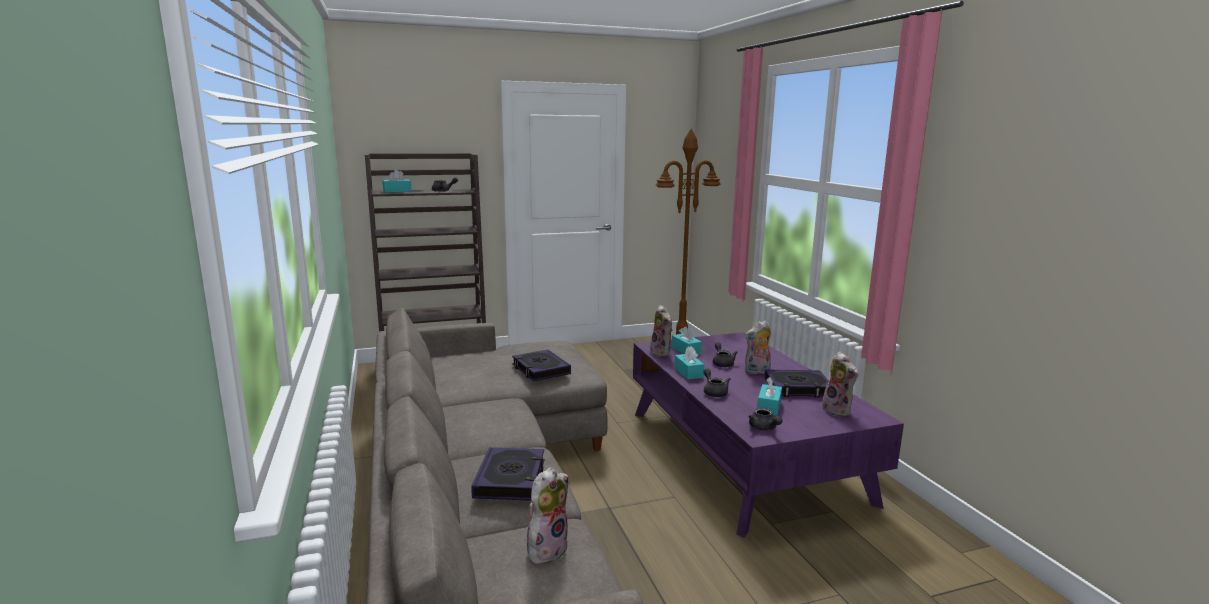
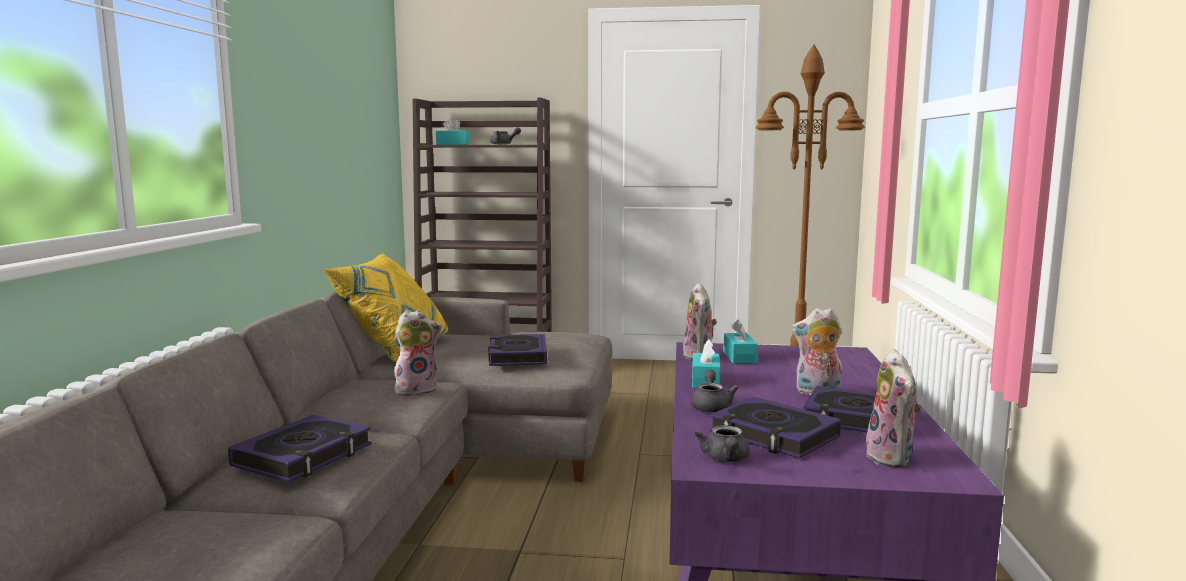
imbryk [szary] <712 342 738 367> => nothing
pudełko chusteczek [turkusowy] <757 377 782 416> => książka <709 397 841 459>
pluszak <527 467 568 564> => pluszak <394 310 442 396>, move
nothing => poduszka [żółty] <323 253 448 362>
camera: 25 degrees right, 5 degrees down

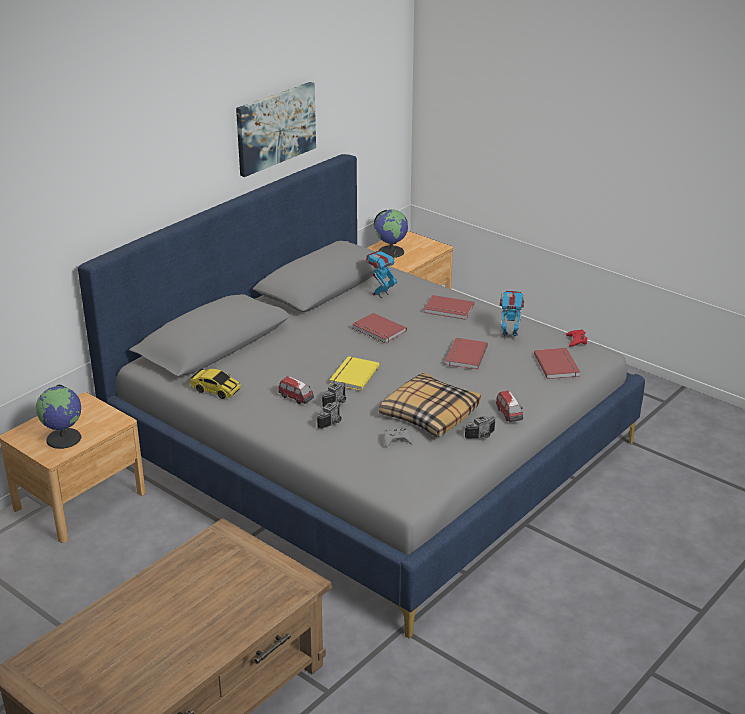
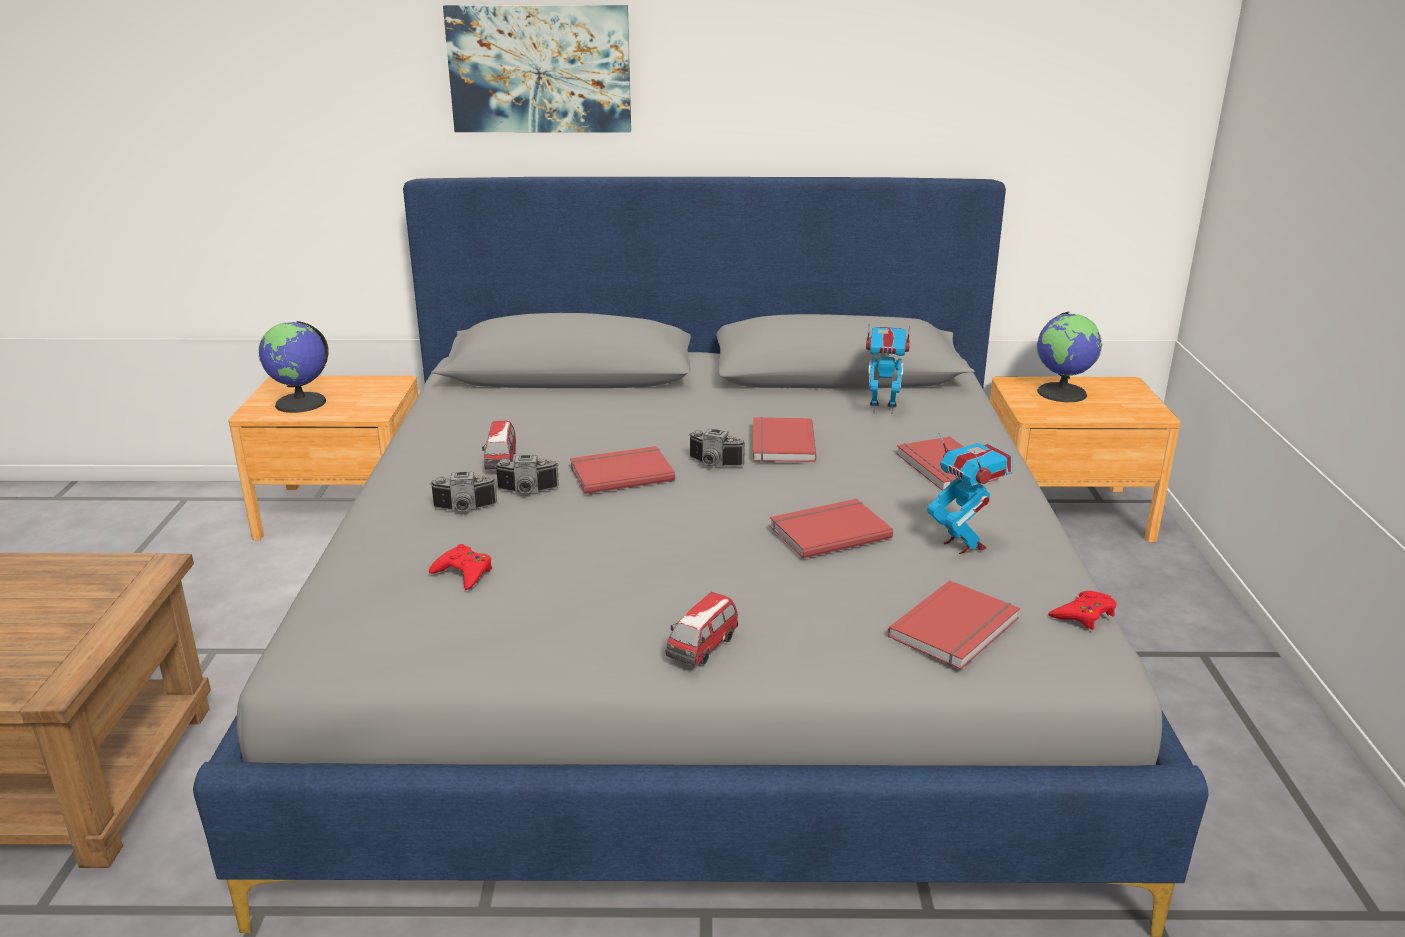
obraz <236 82 316 177> => obraz <443 5 631 132>, move
książka [żółty] <330 356 380 391> => książka [czerwony] <570 446 675 494>
samochodzik <190 368 241 399> => nothing
poduszka <379 373 481 437> => nothing
aparat fotograficzny <465 416 496 439> => aparat fotograficzny <689 429 746 466>, move
pad do gier [szary] <384 427 413 448> => pad do gier [czerwony] <429 544 492 590>
camera: 50 degrees right, 5 degrees down

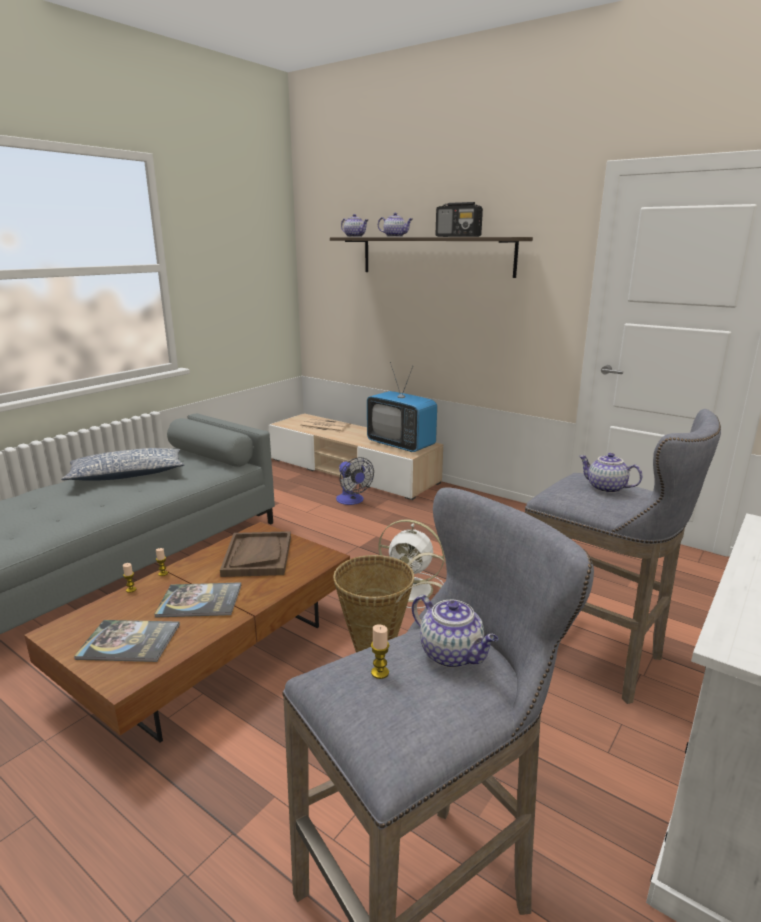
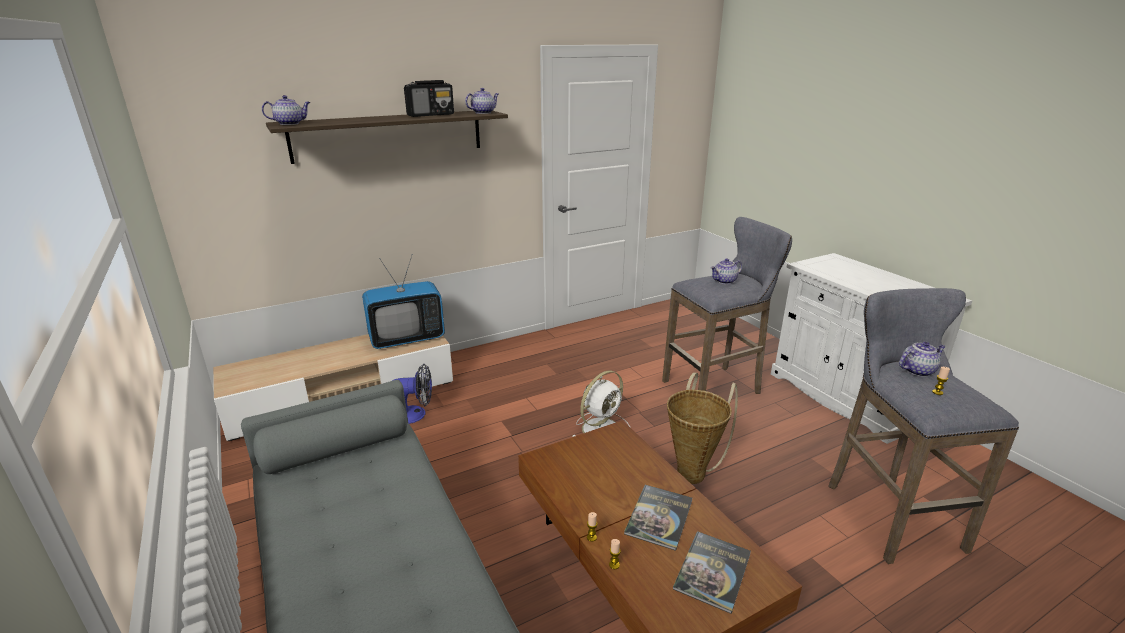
imbryk <378 212 413 237> => imbryk <465 88 499 114>, move
gazeta <299 418 351 432> => nothing
poduszka <61 448 185 481> => nothing
taca [brązowy] <220 531 291 577> => nothing
camera: 65 degrees left, 5 degrees up

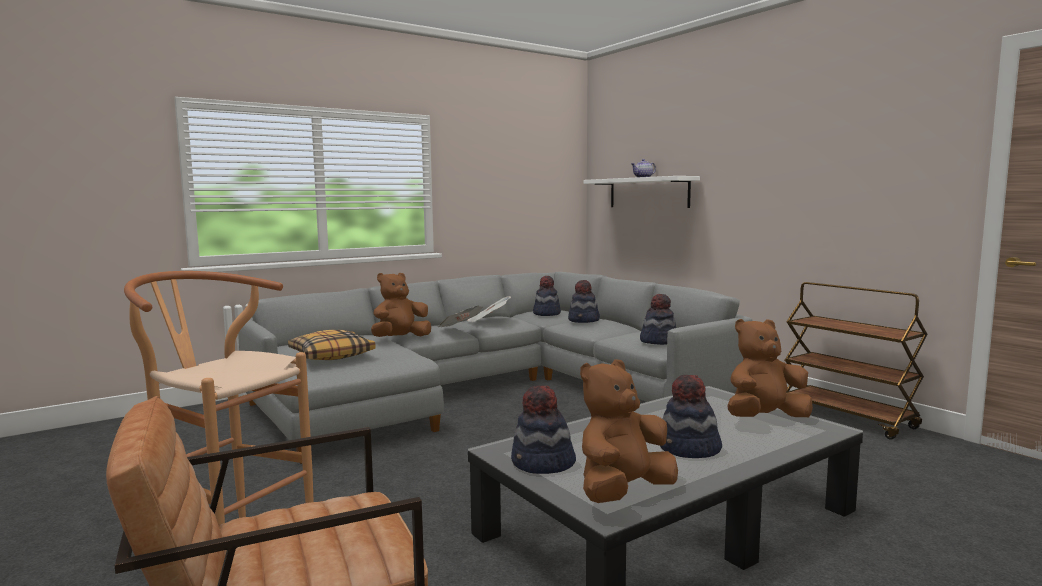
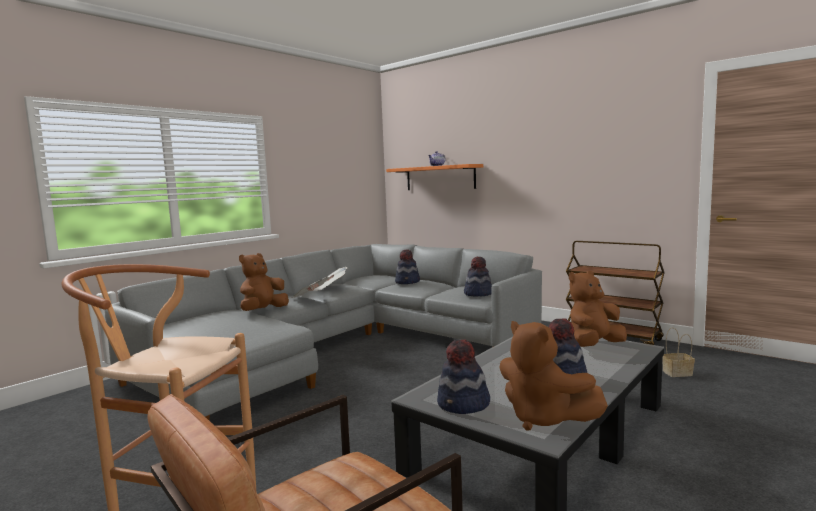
półka [biały] <584 176 700 208> => półka [pomarańczowy] <386 164 483 190>
kapelusz <533 276 561 316> => nothing
poduszka <288 330 376 360> => nothing
pluszak [brązowy] <580 359 678 503> => pluszak [brązowy] <499 321 608 431>, 75 degrees counterclockwise
nothing => koszyk <662 327 695 377>
camera: 15 degrees left, 0 degrees up

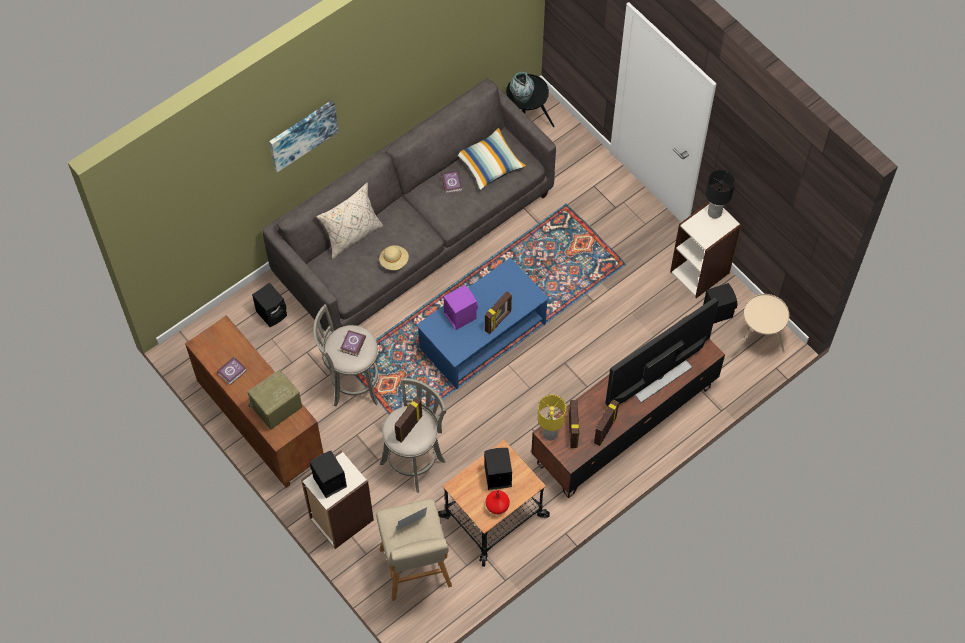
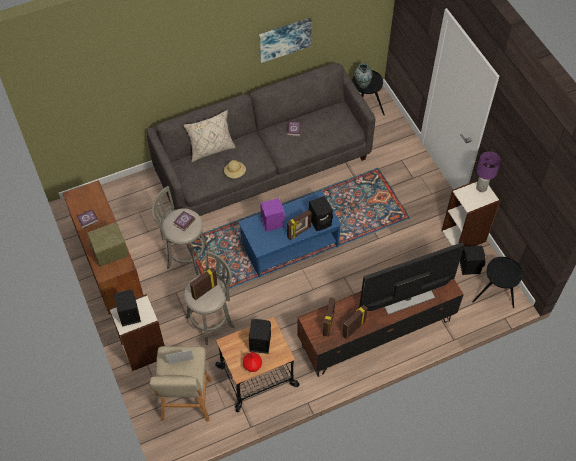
obraz <269 100 338 172> => obraz <259 18 312 63>, move
poduszka <458 128 527 190> => nothing
lampa stołowa [czarny] <706 170 735 219> => lampa stołowa [fioletowy] <476 151 501 192>
głośnik [czarny] <252 283 287 327> => głośnik [czarny] <309 196 333 231>, move
stolik [beżowy] <732 294 789 357> => stolik [czarny] <472 257 523 308>
lampa stołowa [żółty] <538 395 566 441> => nothing
camera: 15 degrees right, 5 degrees down

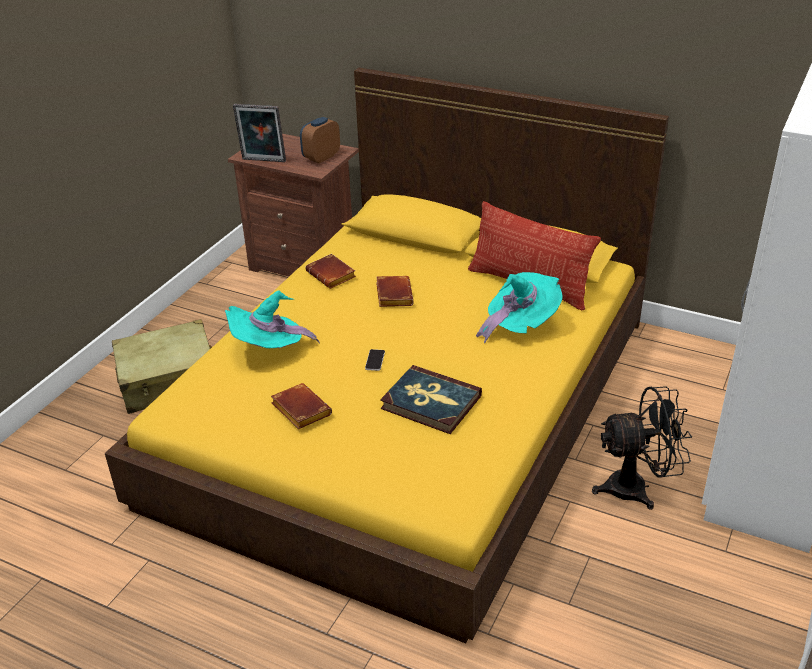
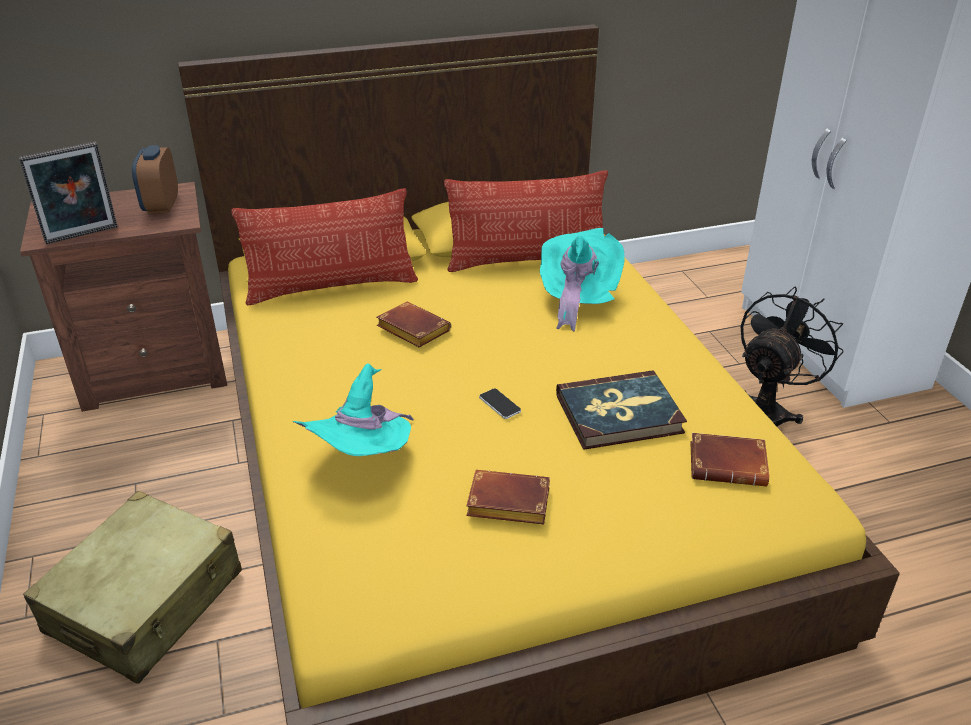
książka [brązowy] <305 254 356 289> => książka [brązowy] <690 433 769 487>, move
nothing => poduszka <231 188 418 306>
camera: 45 degrees left, 0 degrees up

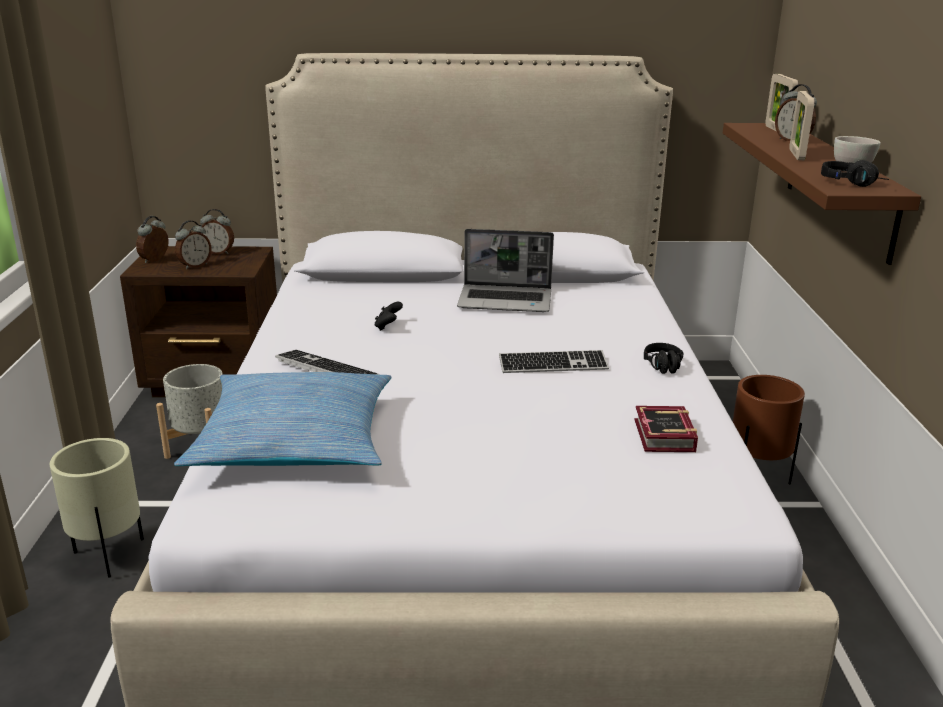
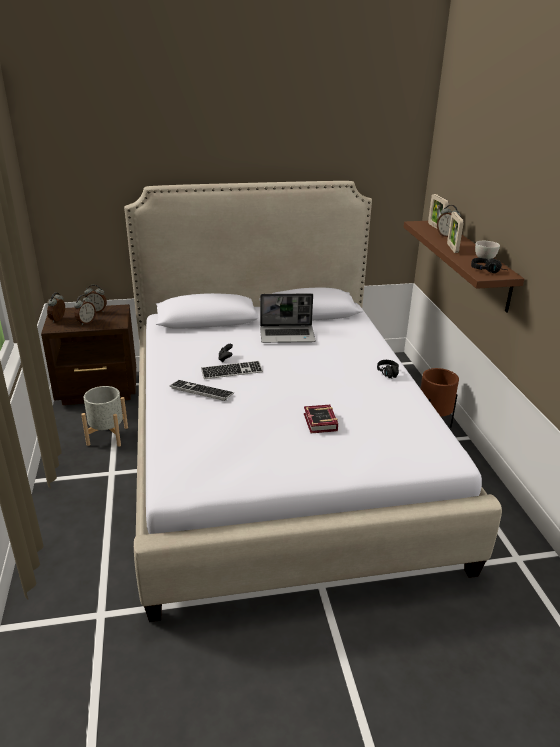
klawiatura <499 350 609 373> => klawiatura <201 361 263 379>, move
poduszka <174 372 391 466> => nothing
książka <635 406 698 452> => książka <304 405 338 433>, move
donica [beżowy] <50 438 144 578> => nothing
camera: 10 degrees left, 5 degrees up

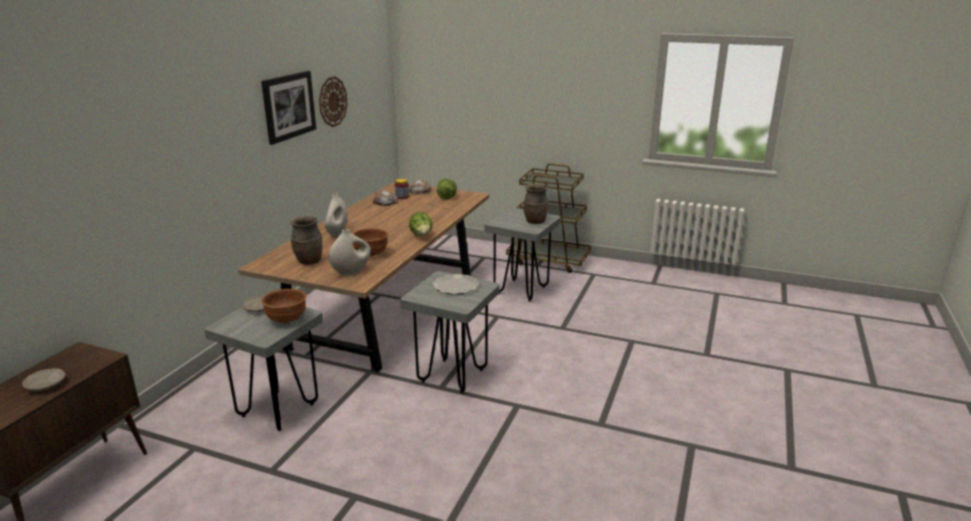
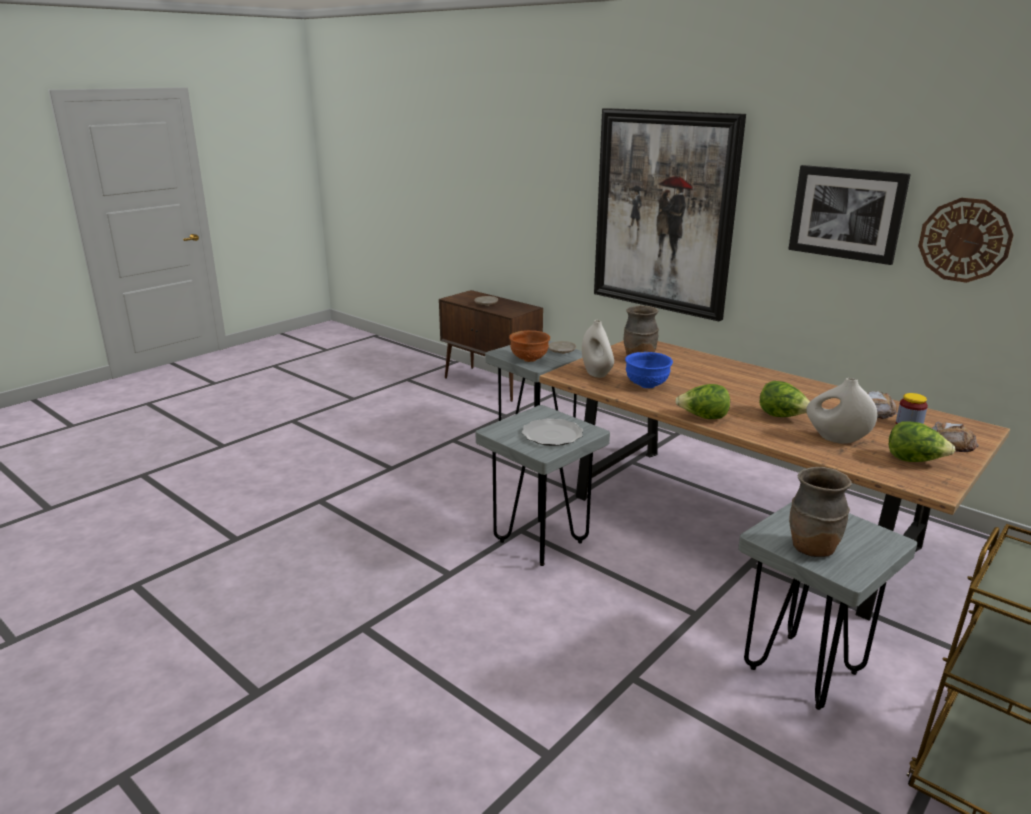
wazon [biały] <325 193 348 236> => wazon [biały] <806 378 877 444>, move
miska [brązowy] <352 228 389 256> => miska [niebieski] <625 352 673 388>
nothing => obraz <594 108 746 321>
nothing => sałata <760 381 810 417>
camera: 110 degrees right, 0 degrees up

